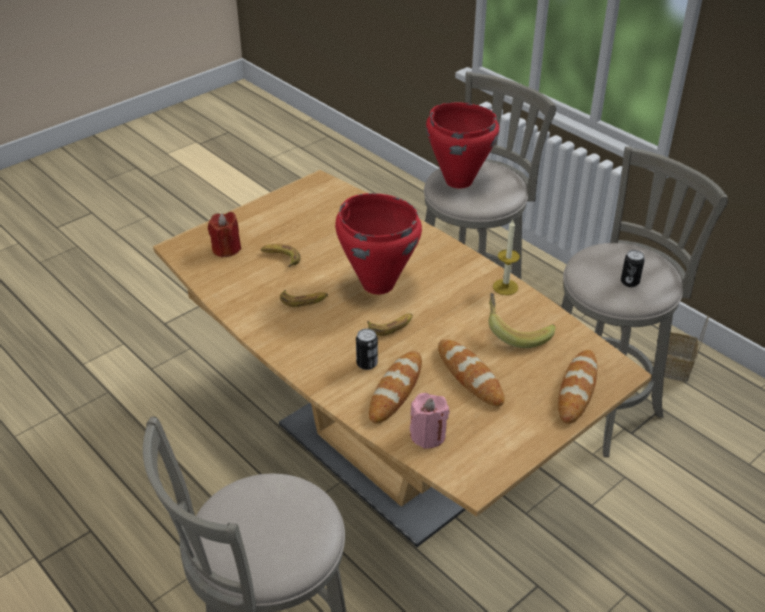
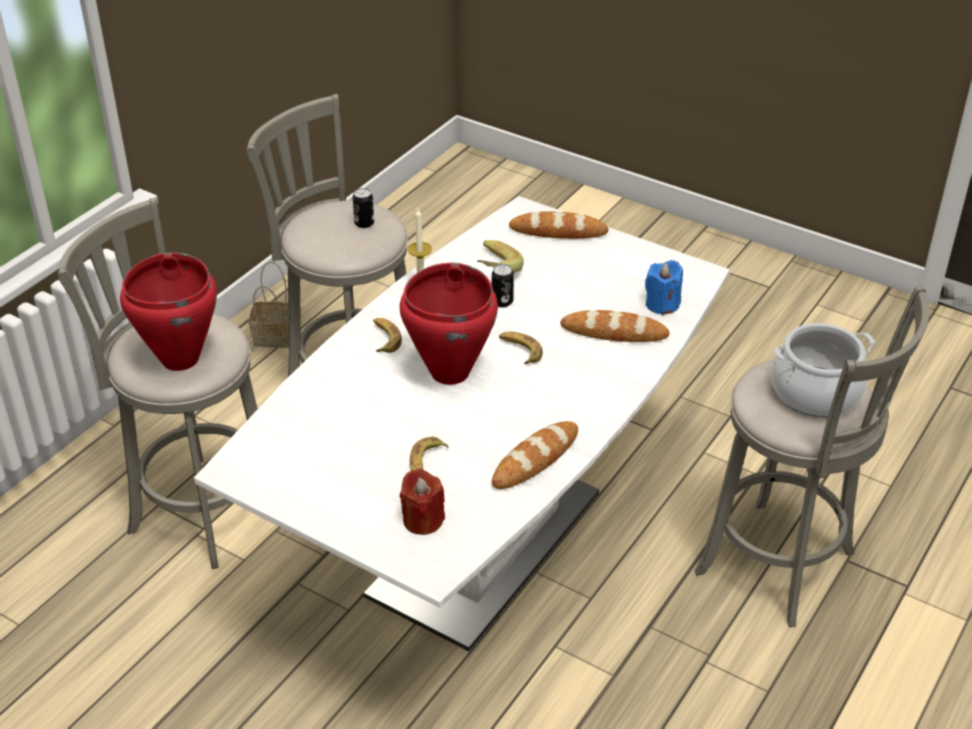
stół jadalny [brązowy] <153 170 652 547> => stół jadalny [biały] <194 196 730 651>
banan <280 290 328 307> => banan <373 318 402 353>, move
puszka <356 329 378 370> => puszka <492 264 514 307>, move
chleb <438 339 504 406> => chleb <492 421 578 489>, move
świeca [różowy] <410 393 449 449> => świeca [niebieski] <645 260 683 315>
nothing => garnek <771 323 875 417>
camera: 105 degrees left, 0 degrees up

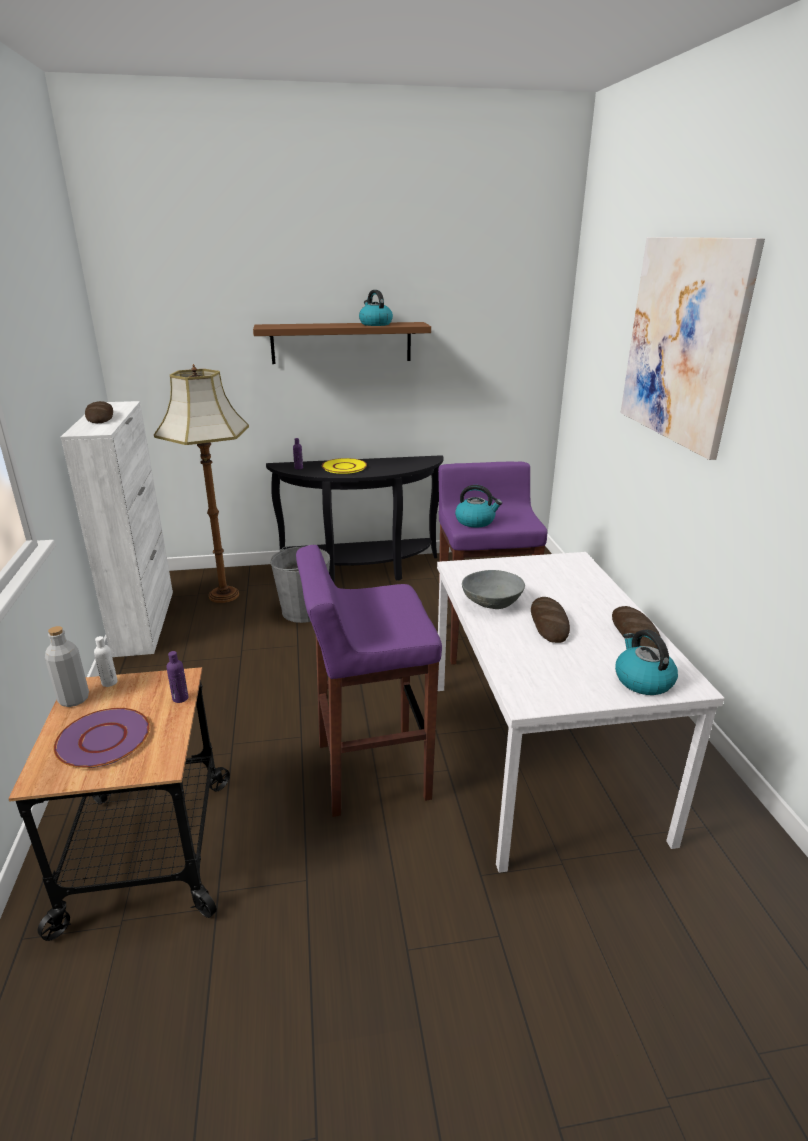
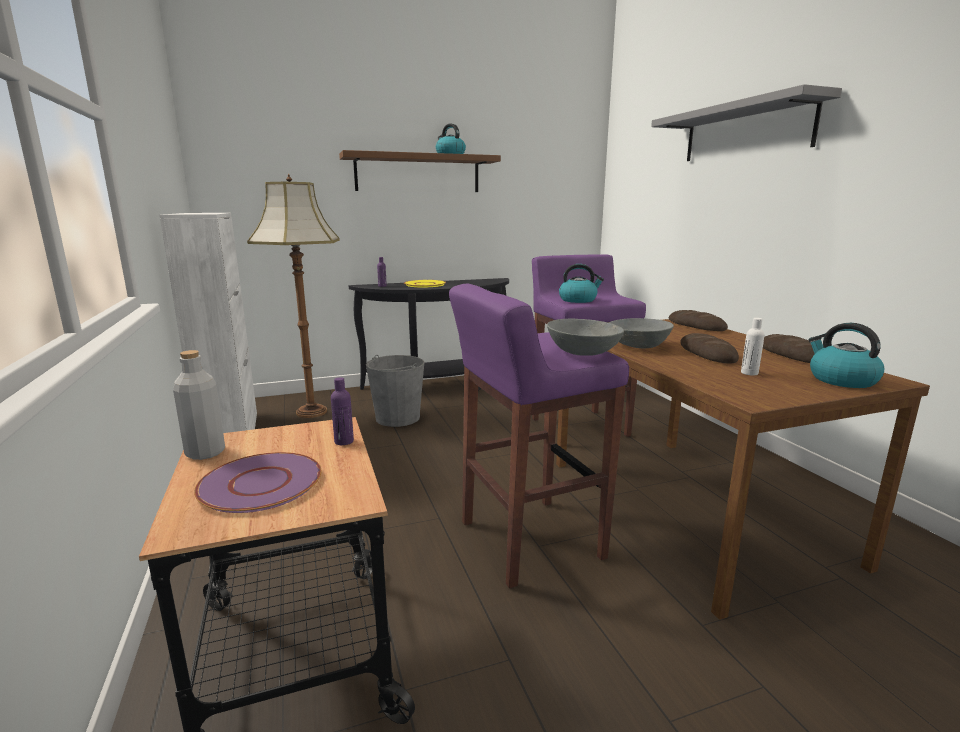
obraz <621 237 765 460> => półka [szary] <651 84 842 161>
chleb <85 401 113 423> => chleb <669 310 728 331>, move
stół jadalny [biały] <437 552 724 873> => stół jadalny [brązowy] <556 319 930 620>
butelka [biały] <94 636 118 687> => butelka [biały] <741 318 765 376>, move
nothing => miska [szary] <547 319 624 356>
camera: 10 degrees left, 10 degrees down

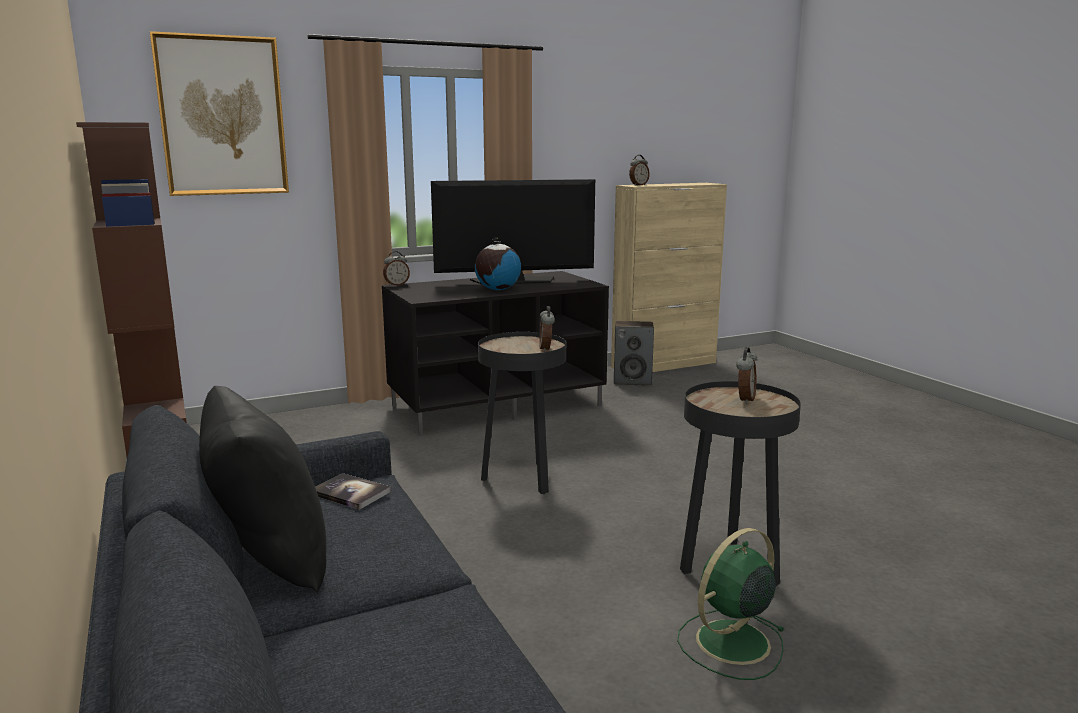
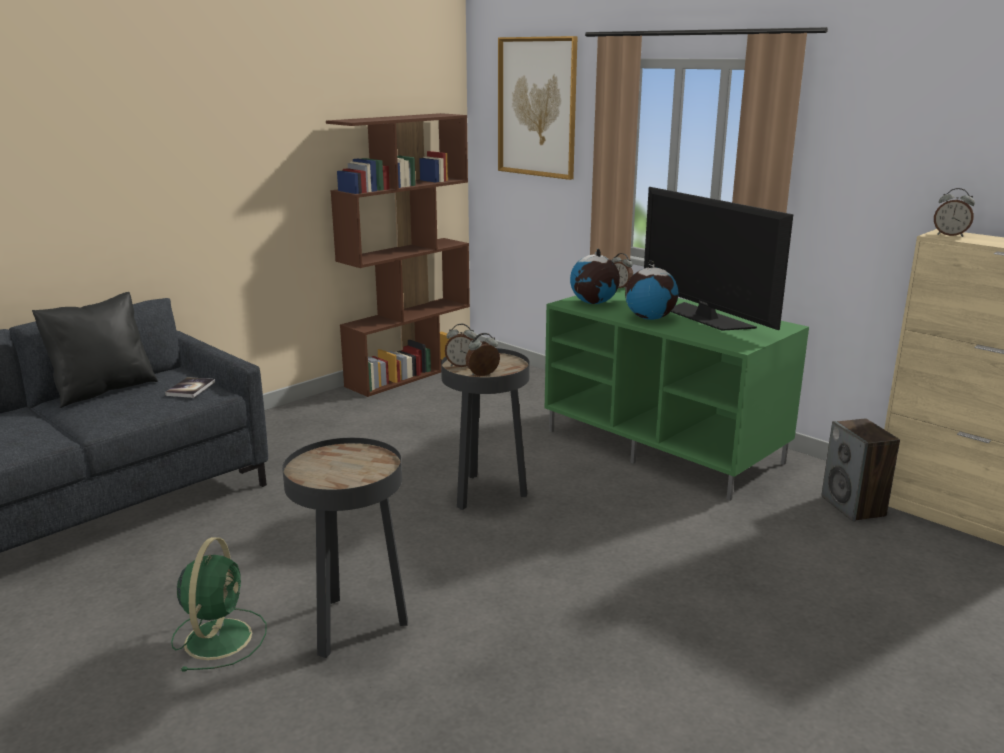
szafka pod telewizor [czarny] <382 271 609 436> => szafka pod telewizor [zielony] <545 288 809 501>
budzik <736 347 757 404> => budzik <445 324 476 367>, move
wentylator [zielony] <677 528 785 680> => wentylator [zielony] <171 537 267 672>, 60 degrees clockwise
nothing => globus <570 249 620 304>
camera: 70 degrees right, 5 degrees up

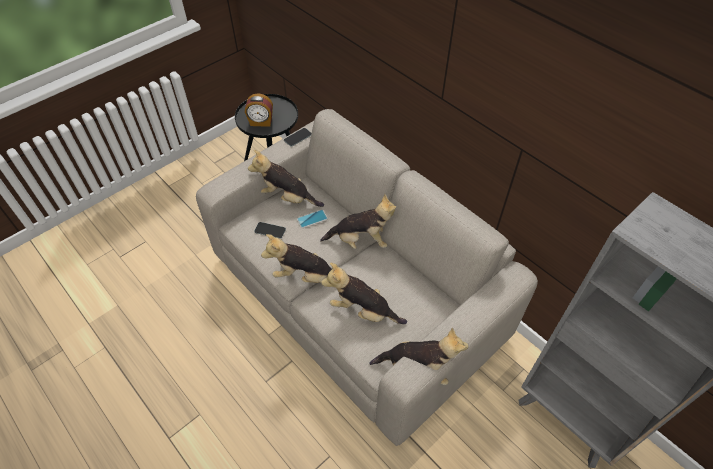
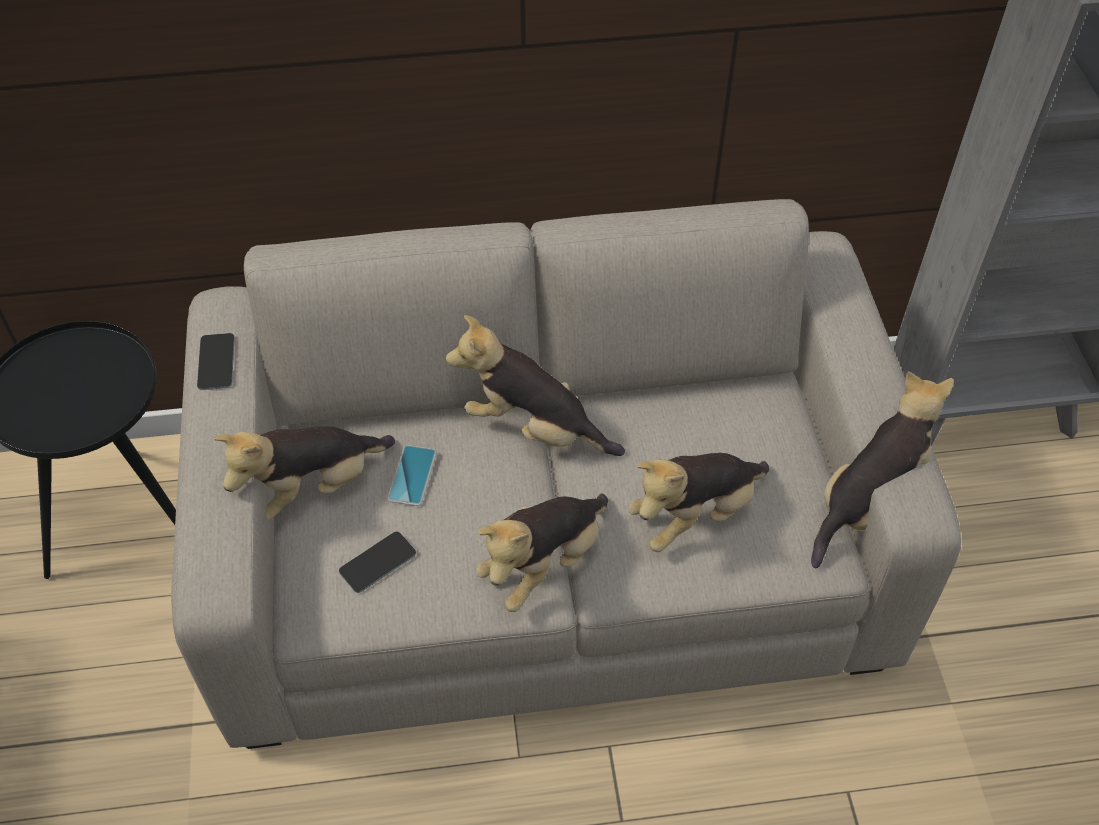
budzik <245 93 273 127> => nothing
pluszak <320 194 396 249> => pluszak <446 315 625 456>, 105 degrees counterclockwise
camera: 55 degrees left, 0 degrees up

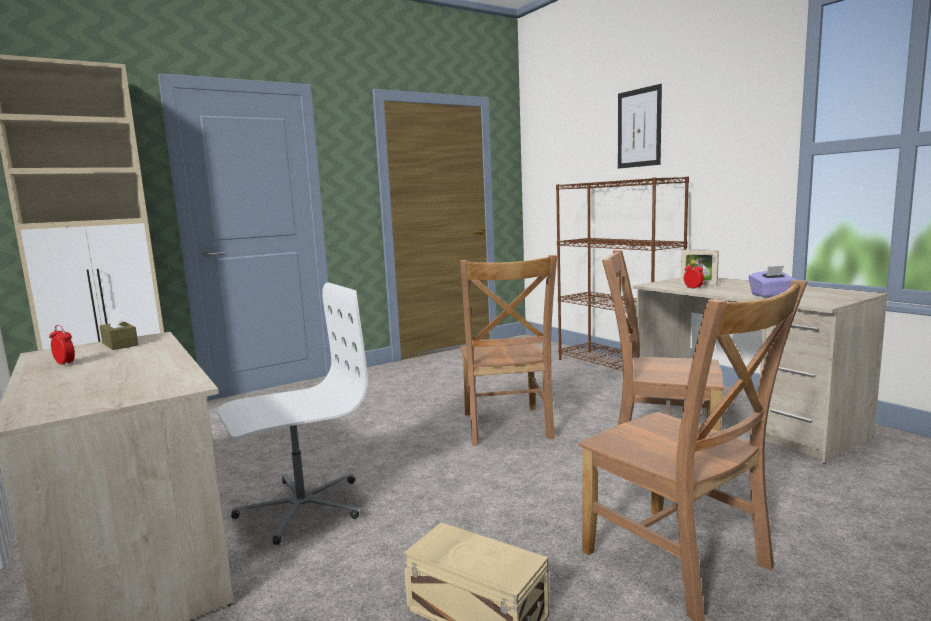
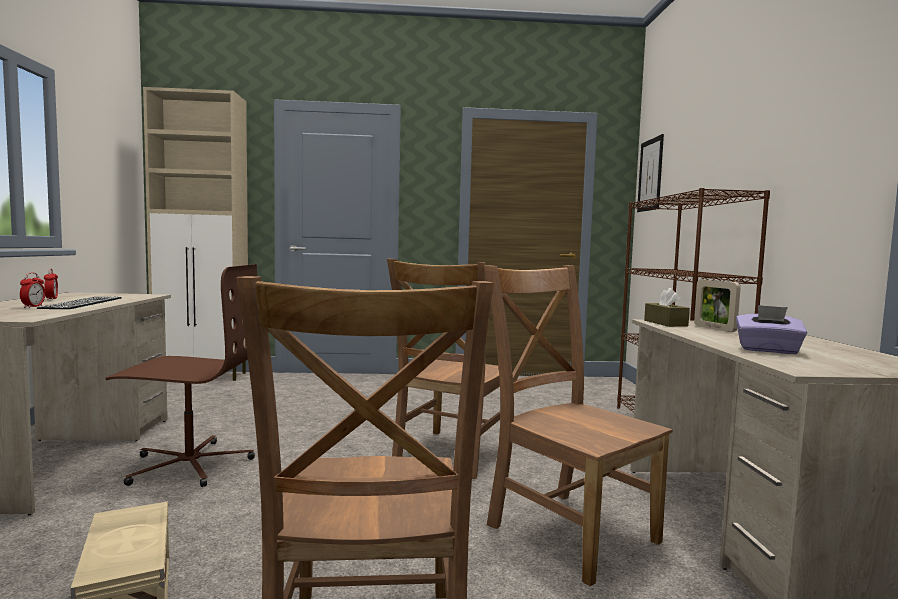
obraz <618 84 662 169> => obraz <637 134 664 212>, move
budzik <684 261 704 289> => budzik <20 273 45 308>, move
krzesło biurowe [biały] <217 282 368 545> => krzesło biurowe [brązowy] <106 264 257 487>
pudełko chusteczek [brązowy] <99 308 138 350> => pudełko chusteczek [brązowy] <644 288 690 327>, move
nothing => klawiatura <37 296 122 309>
camera: 30 degrees right, 5 degrees down

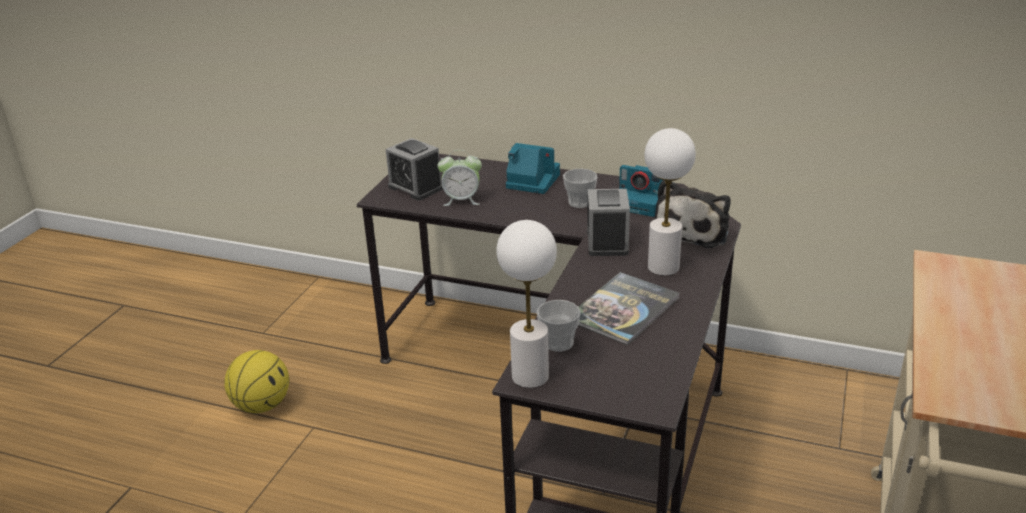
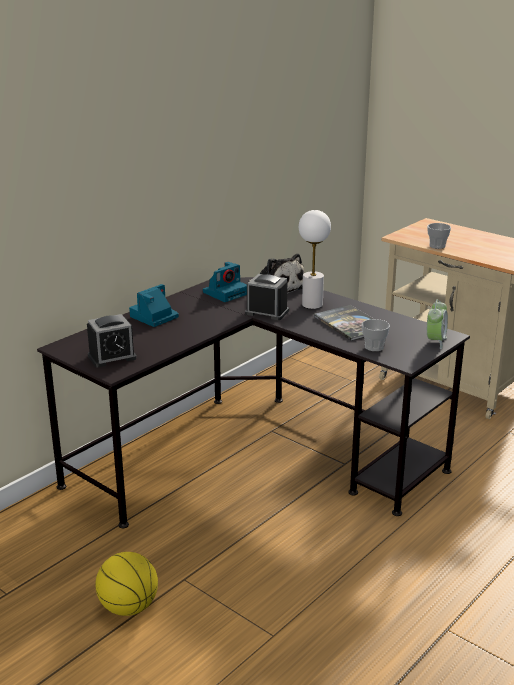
budzik <437 150 482 206> => budzik <427 299 448 349>, move
filiżanka <563 169 598 208> => filiżanka <427 223 451 249>, move
lampa stołowa [biały] <496 220 557 388> => nothing
camera: 70 degrees left, 5 degrees down

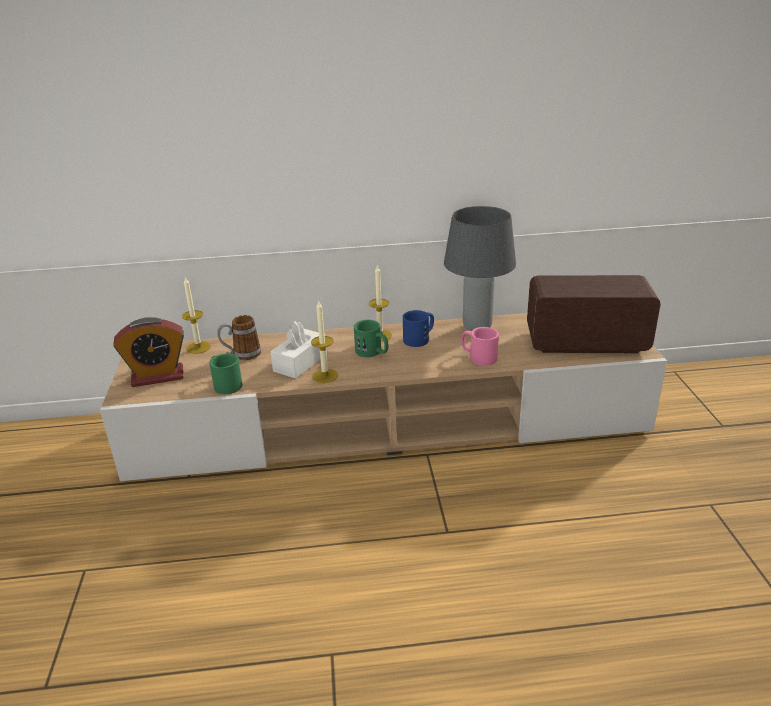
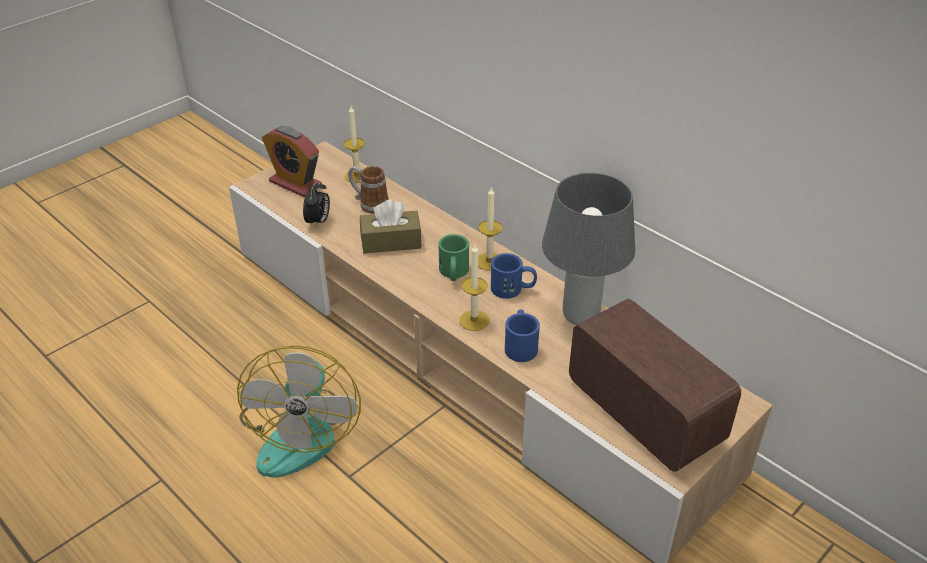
świeca <311 300 338 383> => świeca <459 245 489 331>, move
pudełko chusteczek [biały] <270 321 327 379> => pudełko chusteczek [brązowy] <360 200 422 254>
kubek [różowy] <461 327 499 366> => kubek [niebieski] <505 310 540 362>
kubek [zielony] <209 353 243 394> => budzik <303 181 330 229>
nothing => wentylator <237 345 361 478>
camera: 50 degrees right, 10 degrees up

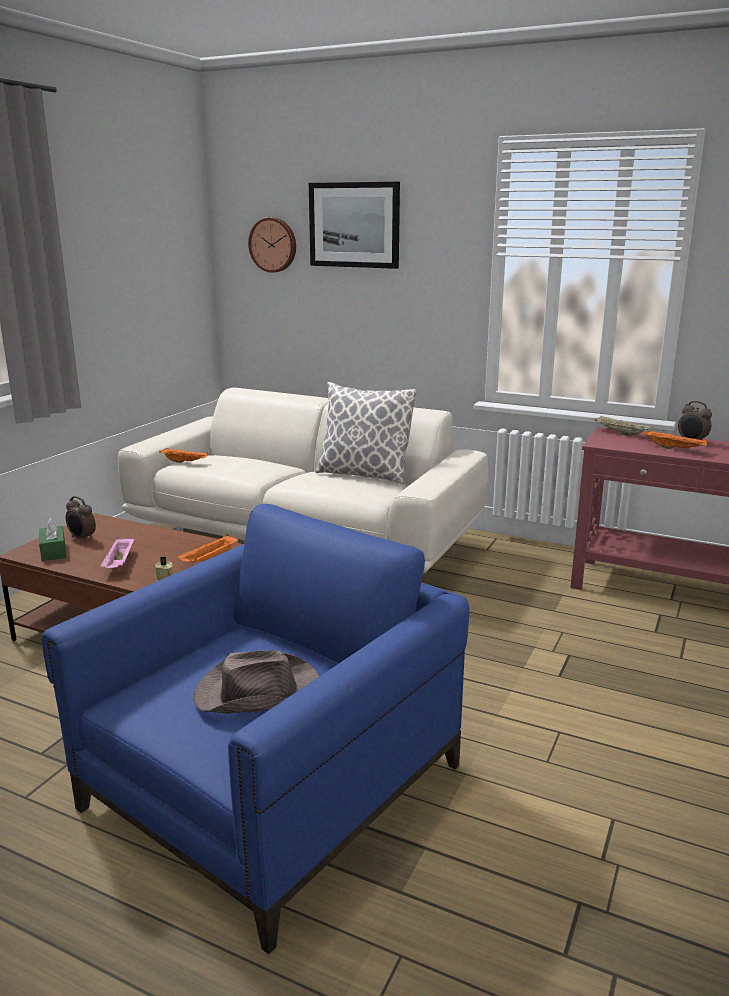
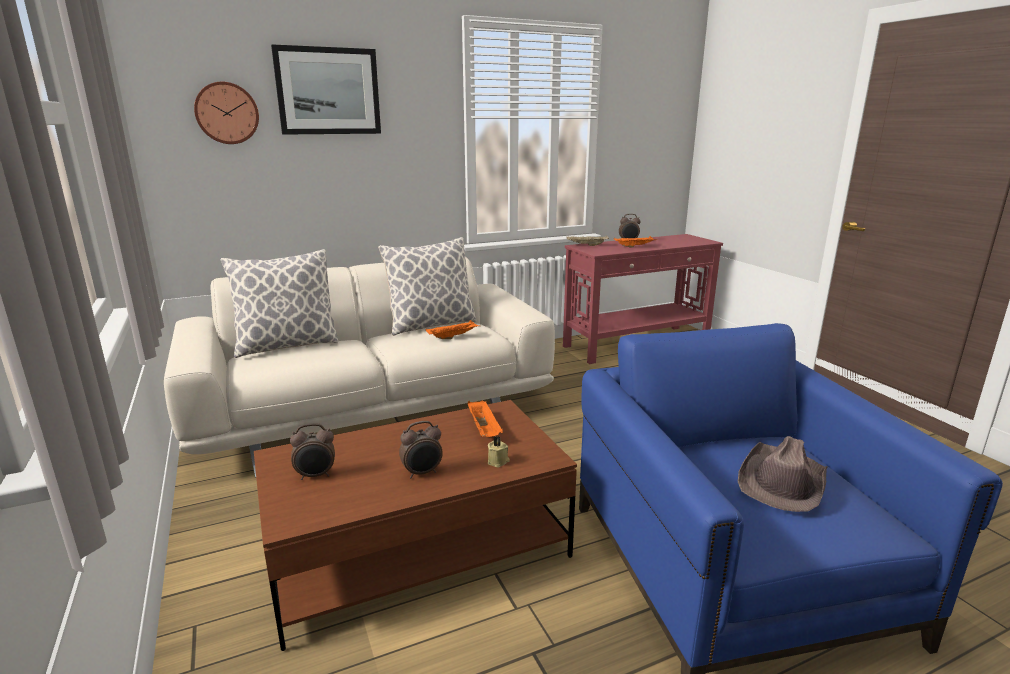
taca [pomarańczowy] <159 448 209 463> => taca [pomarańczowy] <426 320 481 339>, move
pudełko chusteczek [zielony] <39 517 66 561> => nothing
taca [różowy] <100 537 134 568> => budzik <399 421 443 478>
nothing => poduszka <221 249 339 358>
camera: 50 degrees left, 0 degrees up

